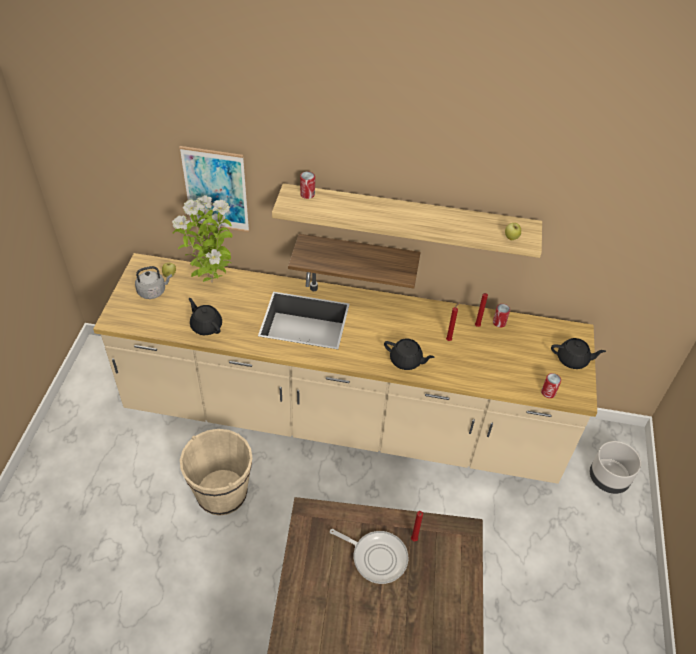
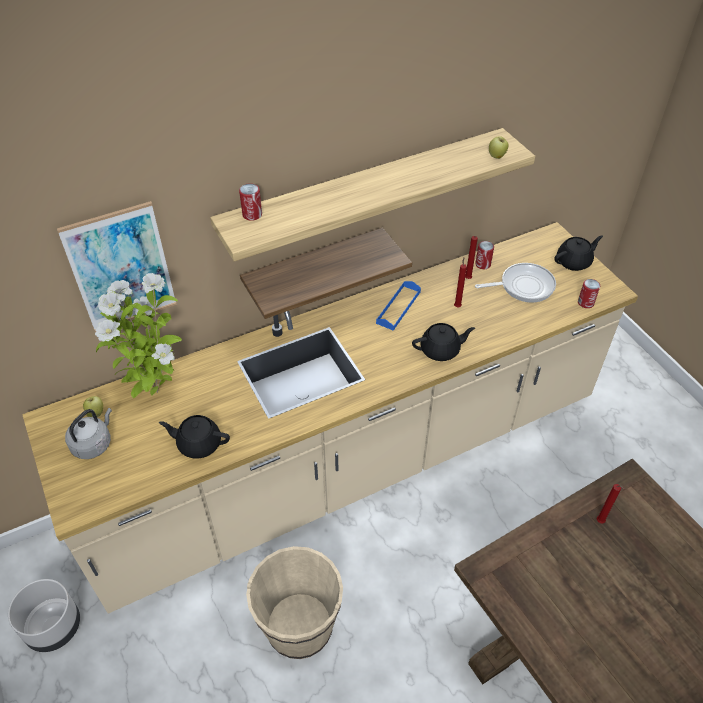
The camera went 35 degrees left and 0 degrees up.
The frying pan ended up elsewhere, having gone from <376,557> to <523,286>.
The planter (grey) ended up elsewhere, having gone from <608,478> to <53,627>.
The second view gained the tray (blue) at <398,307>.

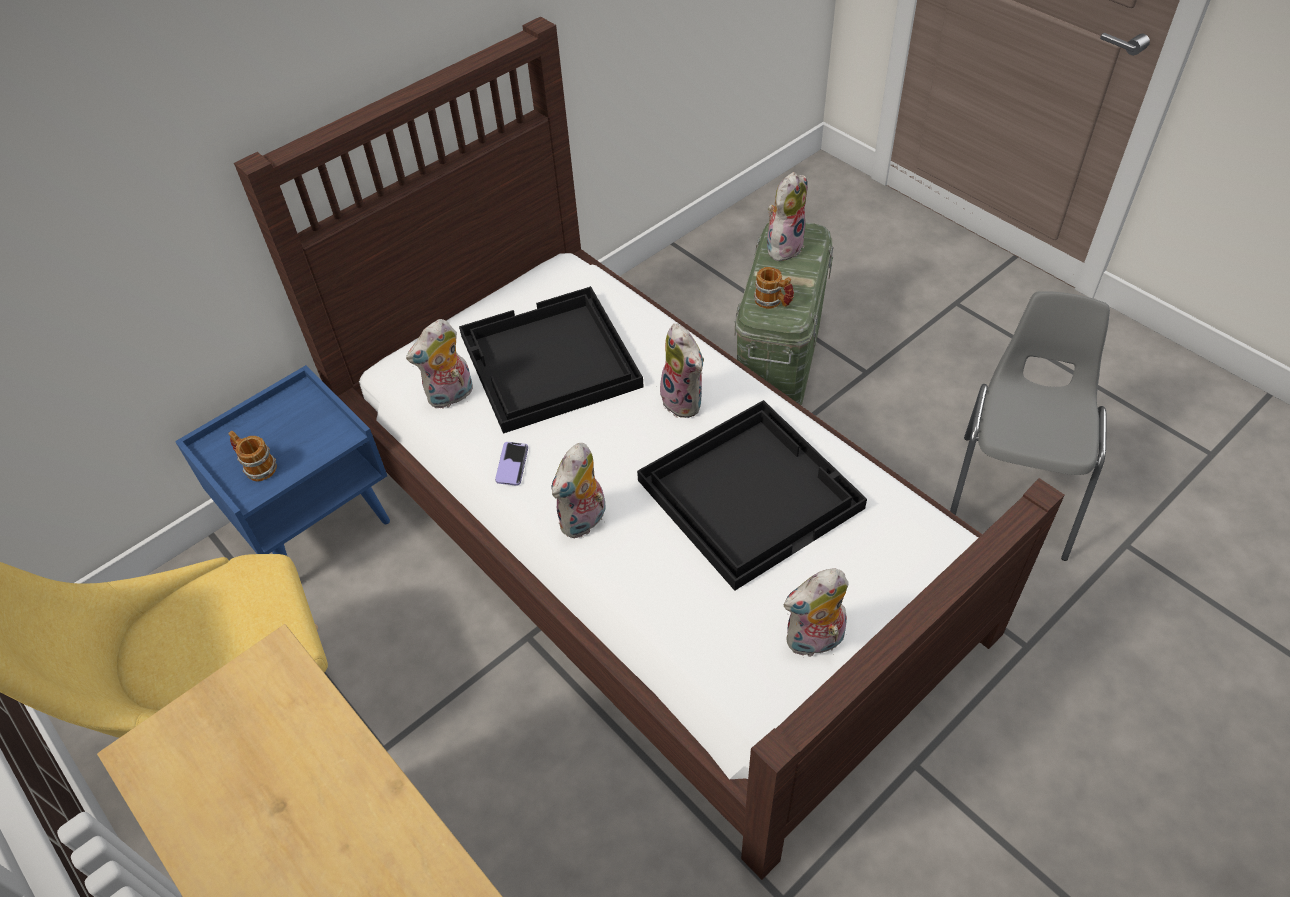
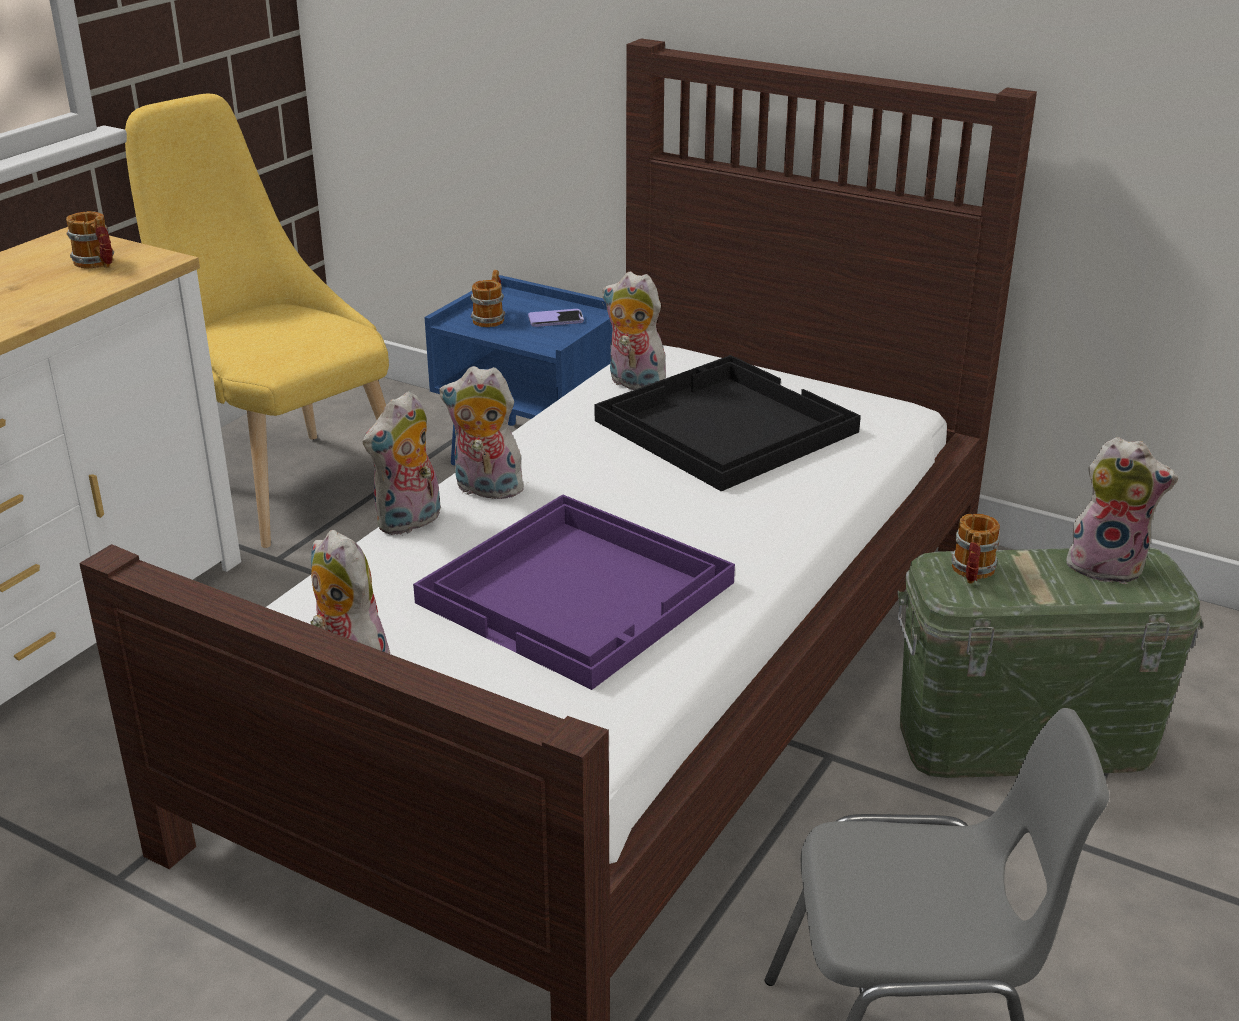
The camera went 70 degrees right and 20 degrees down.
The phone ended up elsewhere, having gone from <512,464> to <556,320>.
What was the tray (black) at <750,492> turned into the tray (purple) at <579,592>.
The plush toy ended up elsewhere, having gone from <685,401> to <410,523>.
The second view gained the mug at <98,264>.

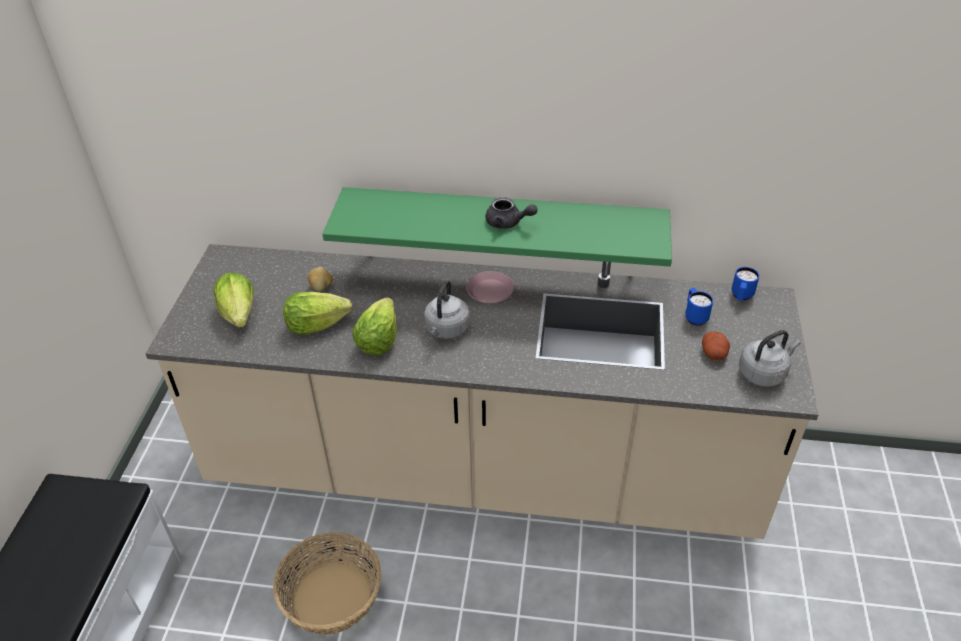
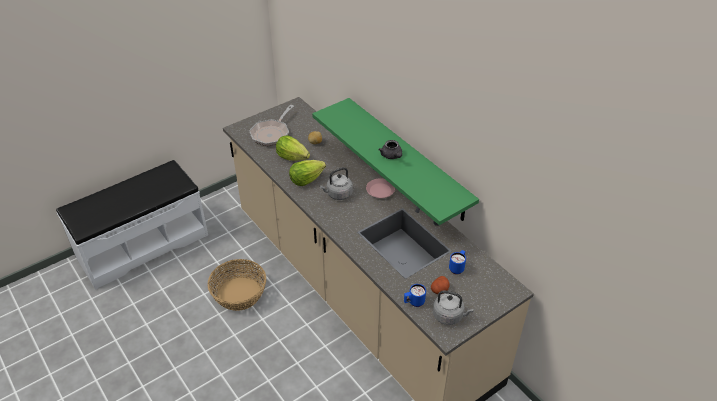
The camera went 45 degrees right and 0 degrees up.
Where the lettuce stood at <239,314>, the frying pan came to stand at <271,133>.
The mug (blue) ended up elsewhere, having gone from <741,297> to <414,302>.

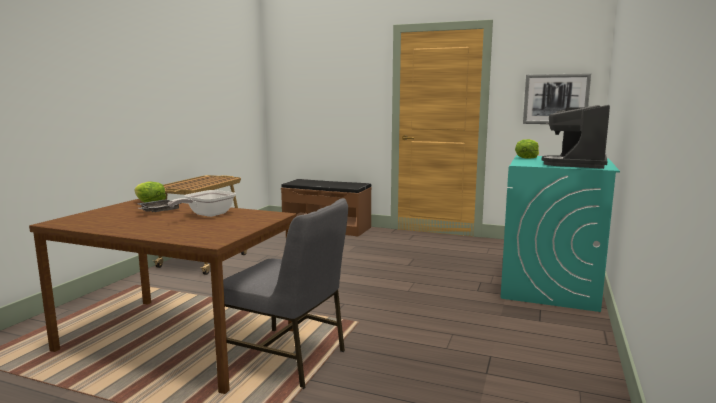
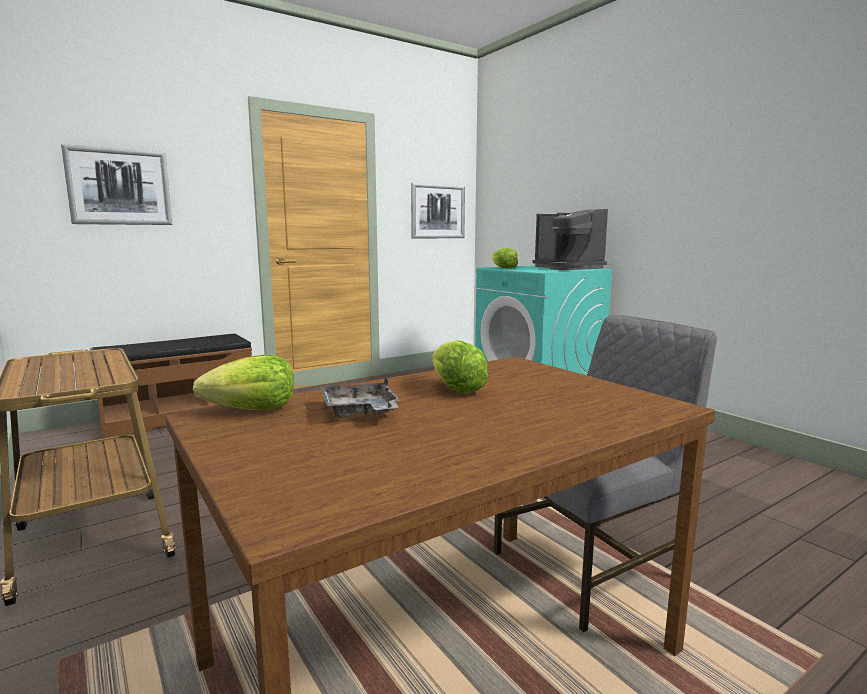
The camera went 55 degrees left and 0 degrees up.
Where the frying pan stood at <206,215>, the lettuce came to stand at <456,389>.
The second view gained the picture at <119,187>.

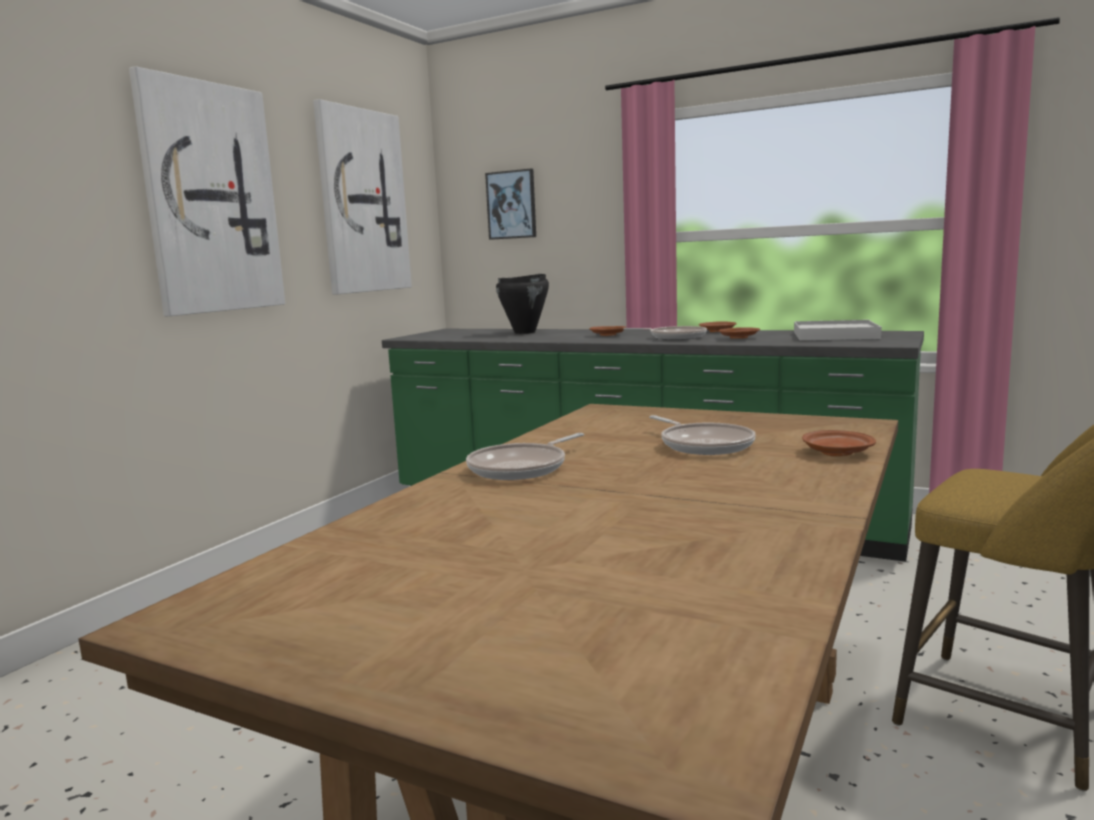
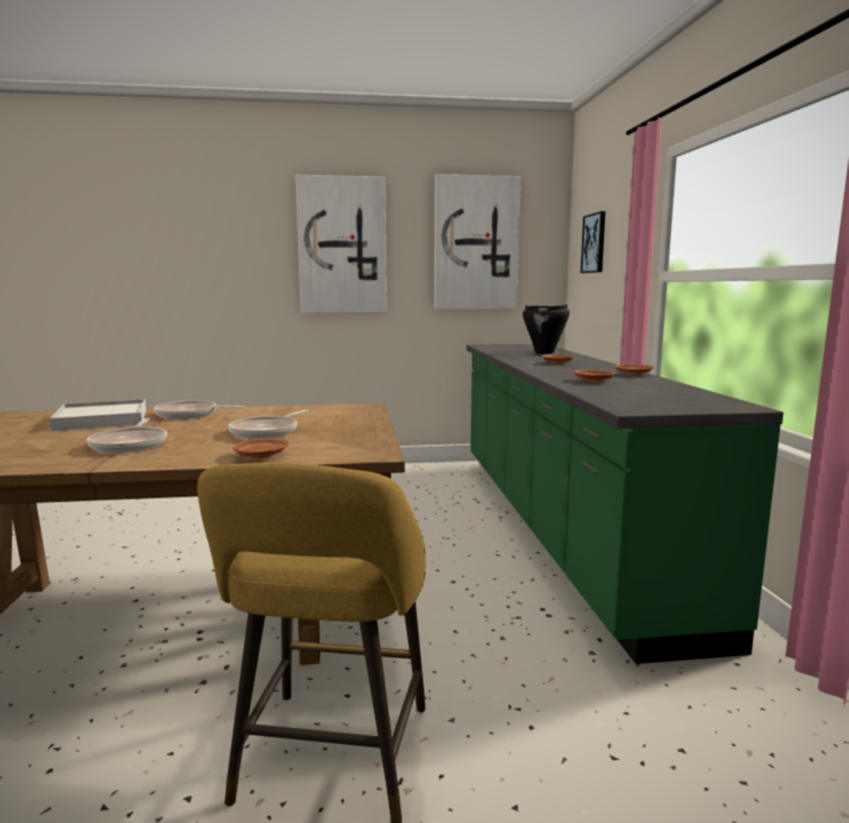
The camera went 55 degrees right and 0 degrees up.
The frying pan ended up elsewhere, having gone from <674,337> to <130,444>.
The tray (white) ended up elsewhere, having gone from <834,335> to <102,419>.

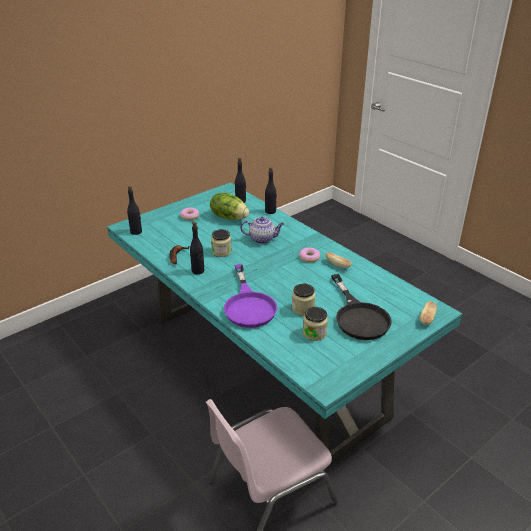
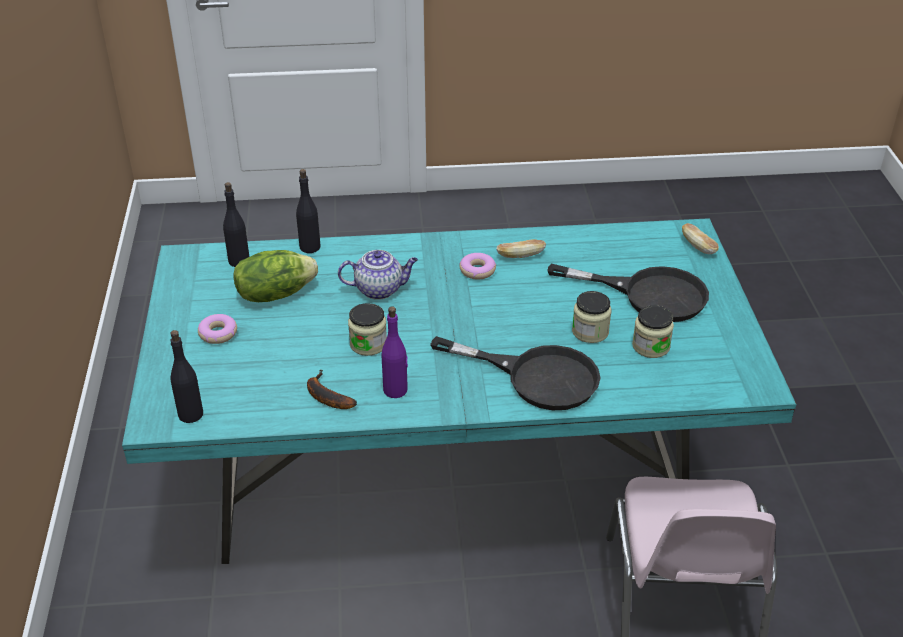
The camera went 55 degrees left and 5 degrees up.
What was the bottle (black) at <198,271> turned into the bottle (purple) at <395,390>.
What was the frying pan (purple) at <249,305> turned into the frying pan (black) at <536,376>.
The teapot at <262,239> ended up facing another way, 45 degrees clockwise from before.

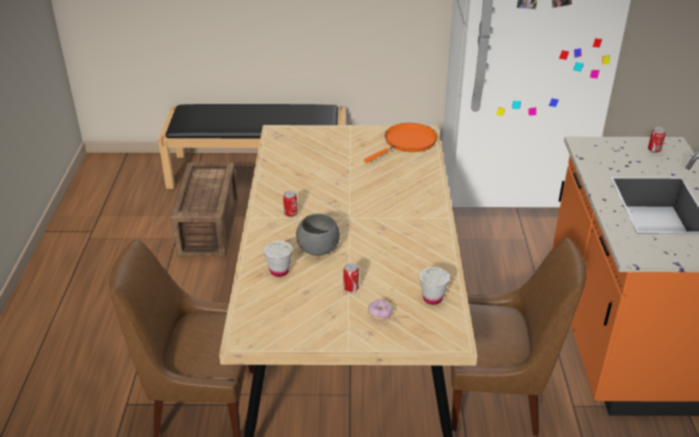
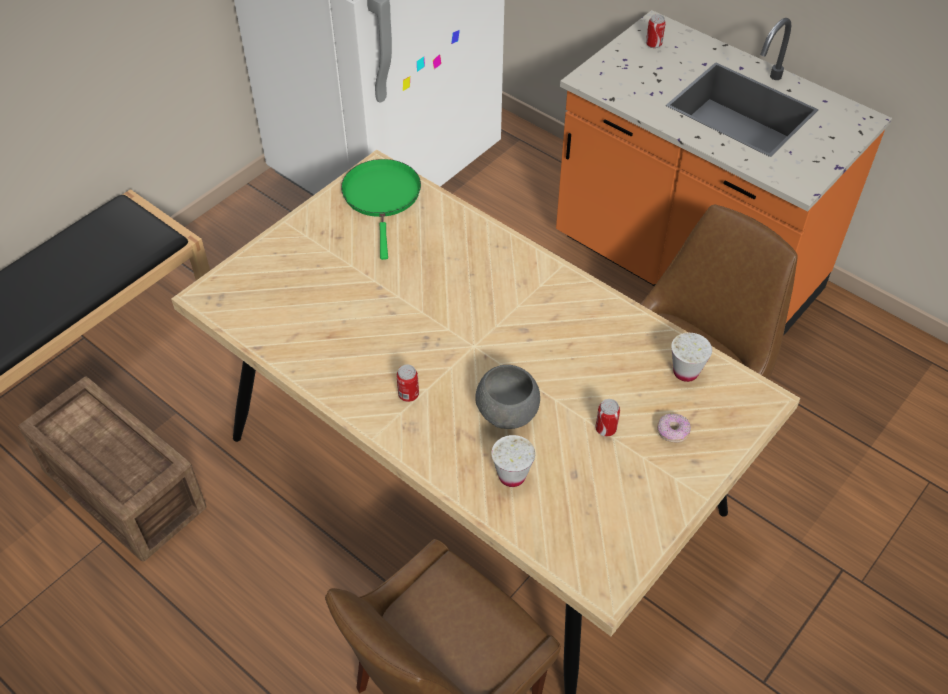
The camera went 50 degrees left and 15 degrees up.
What was the frying pan (orange) at <407,143> turned into the frying pan (green) at <382,197>.

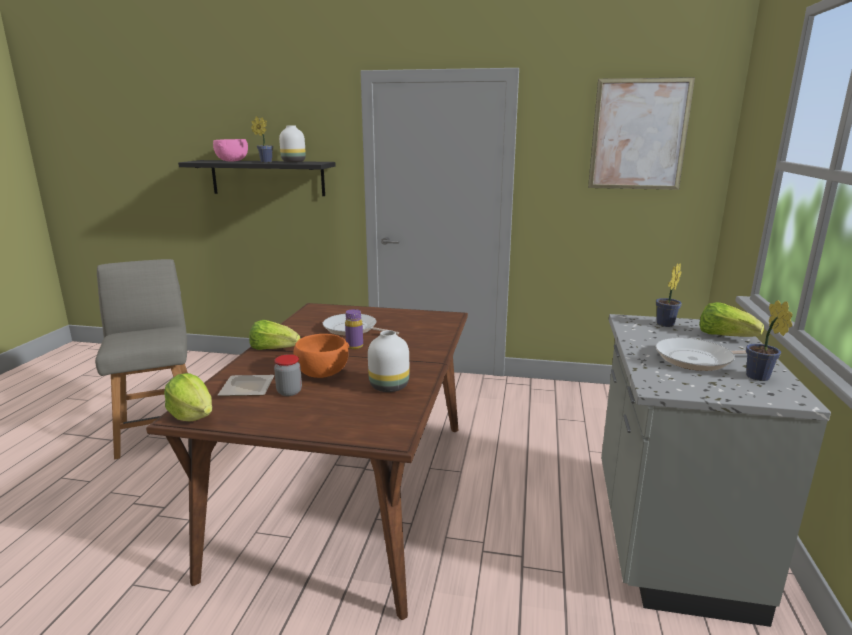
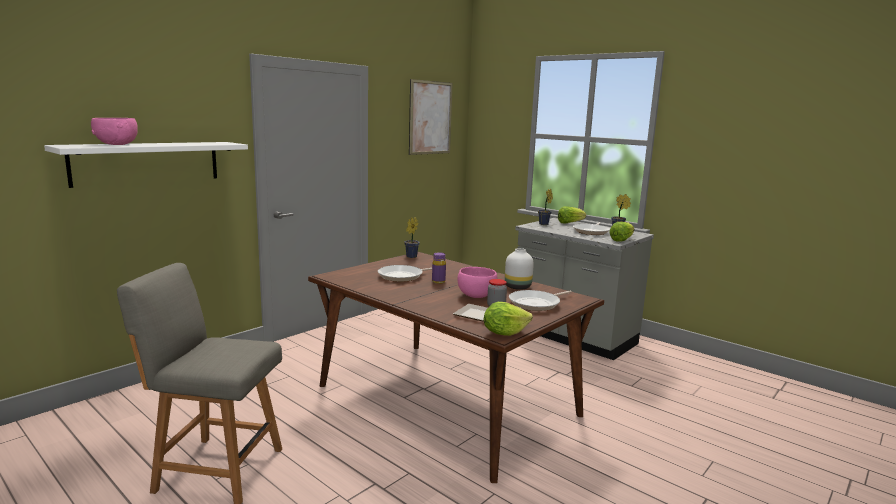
The camera went 60 degrees left and 5 degrees down.
What was the shelf (black) at <267,178> turned into the shelf (white) at <147,163>.
The lettuce ended up elsewhere, having gone from <273,349> to <621,240>.
The potted plant ended up elsewhere, having gone from <264,162> to <410,257>.
The second view lost the vase (white) at <293,162>.
What was the bowl (orange) at <322,373> turned into the bowl (pink) at <476,296>.
The second view gained the frying pan at <536,304>.

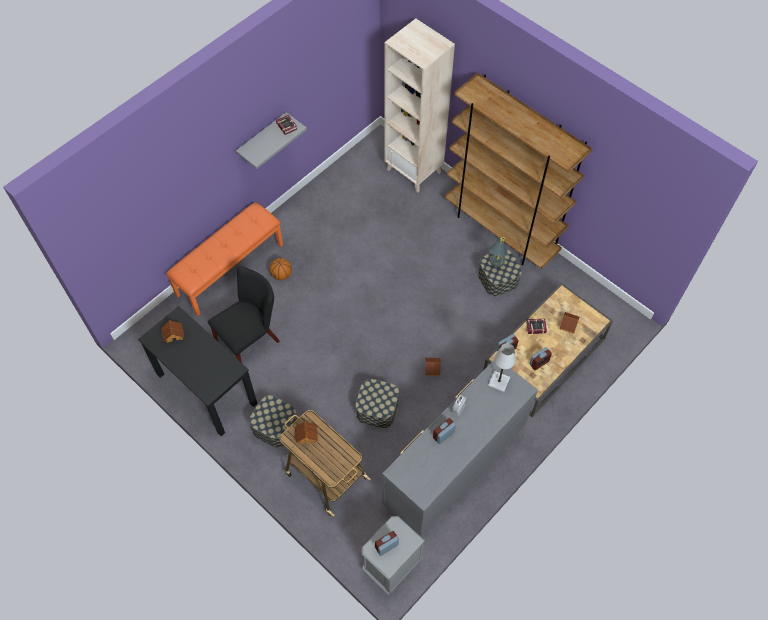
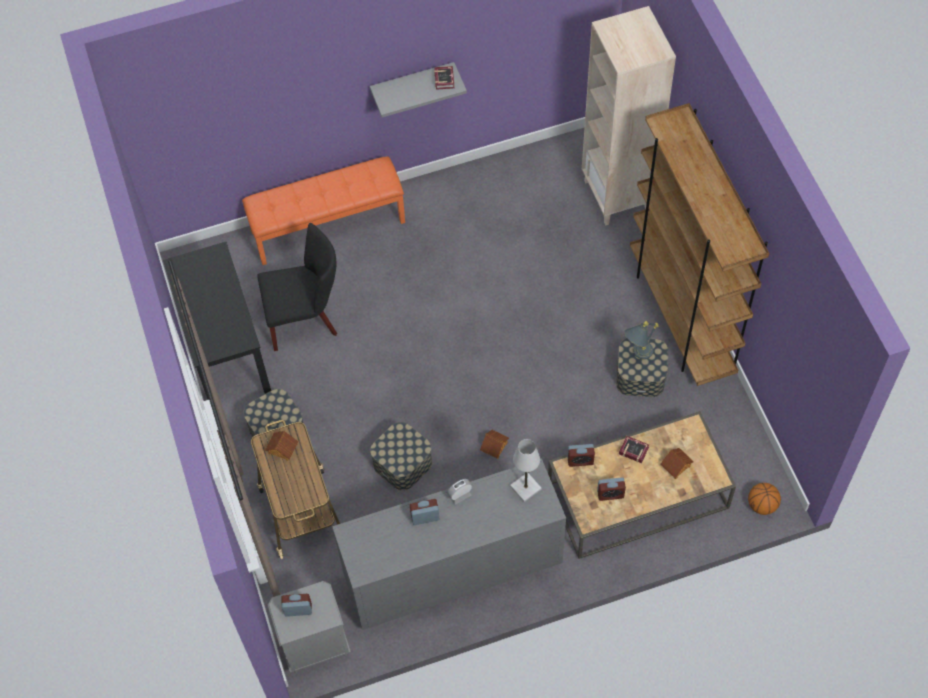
The camera went 30 degrees right and 0 degrees up.
The second view lost the toy house at <173,334>.
The basketball ended up elsewhere, having gone from <281,275> to <762,505>.

